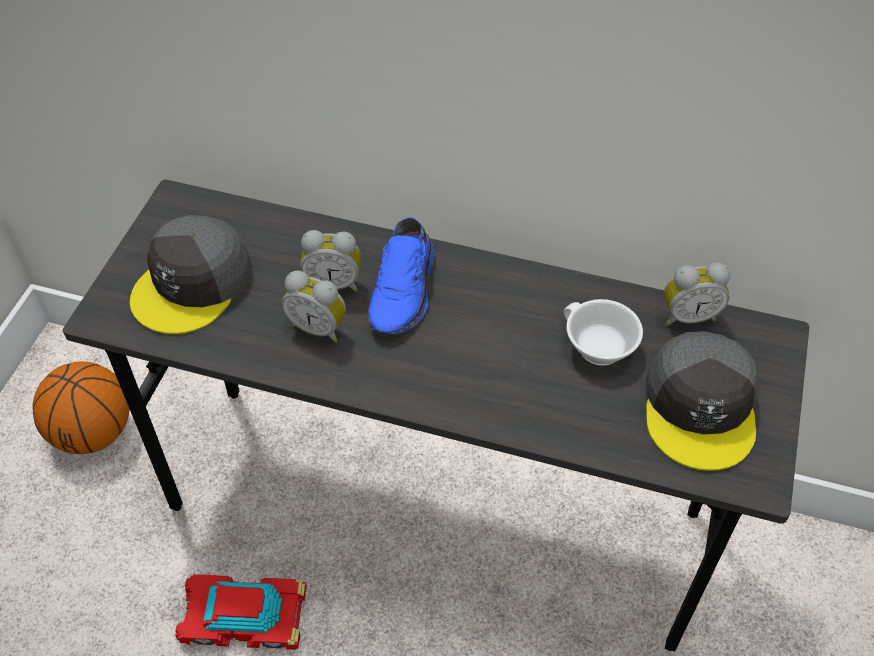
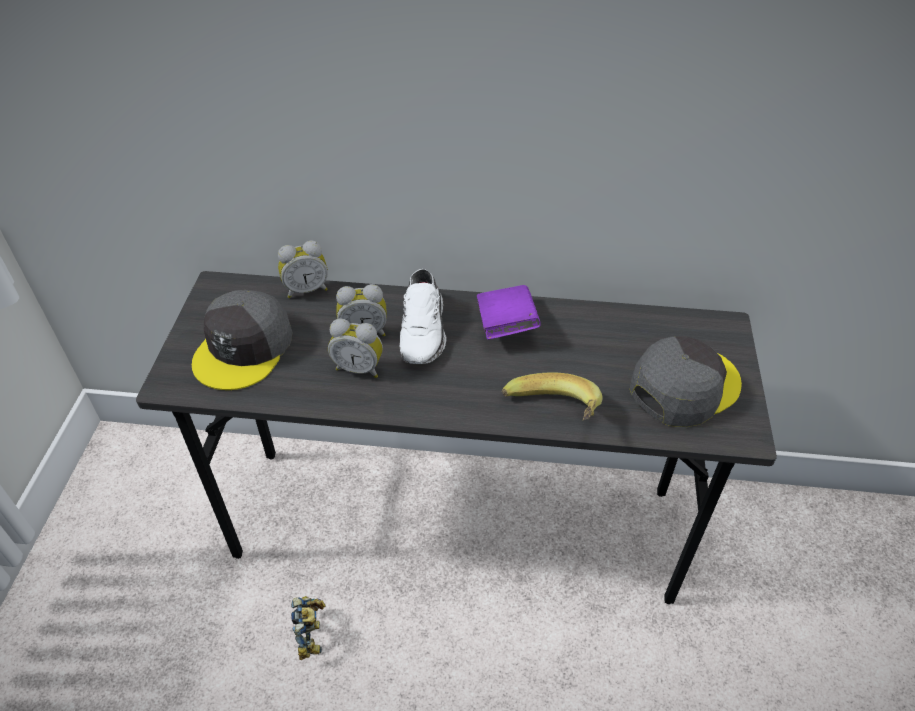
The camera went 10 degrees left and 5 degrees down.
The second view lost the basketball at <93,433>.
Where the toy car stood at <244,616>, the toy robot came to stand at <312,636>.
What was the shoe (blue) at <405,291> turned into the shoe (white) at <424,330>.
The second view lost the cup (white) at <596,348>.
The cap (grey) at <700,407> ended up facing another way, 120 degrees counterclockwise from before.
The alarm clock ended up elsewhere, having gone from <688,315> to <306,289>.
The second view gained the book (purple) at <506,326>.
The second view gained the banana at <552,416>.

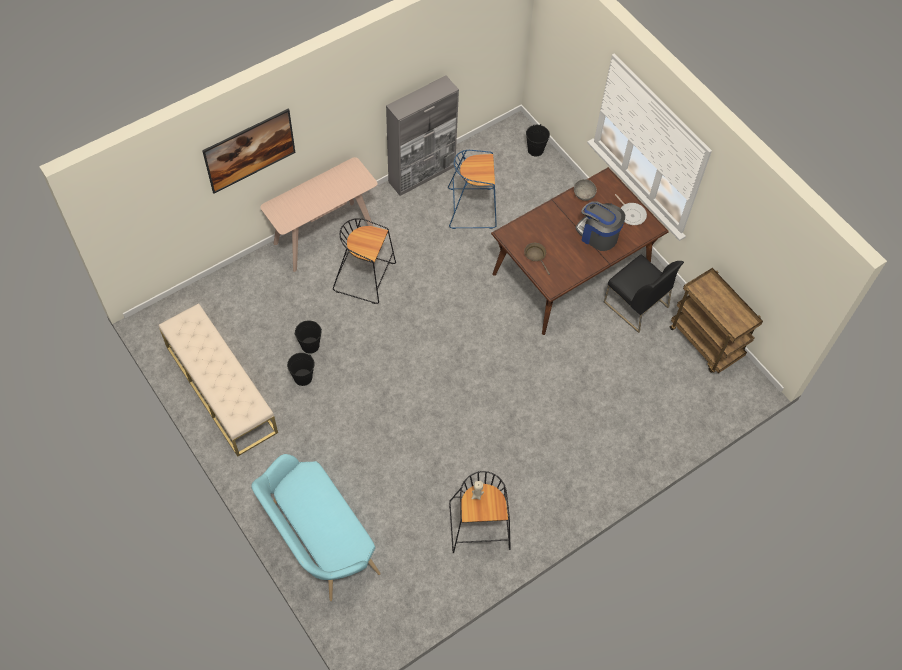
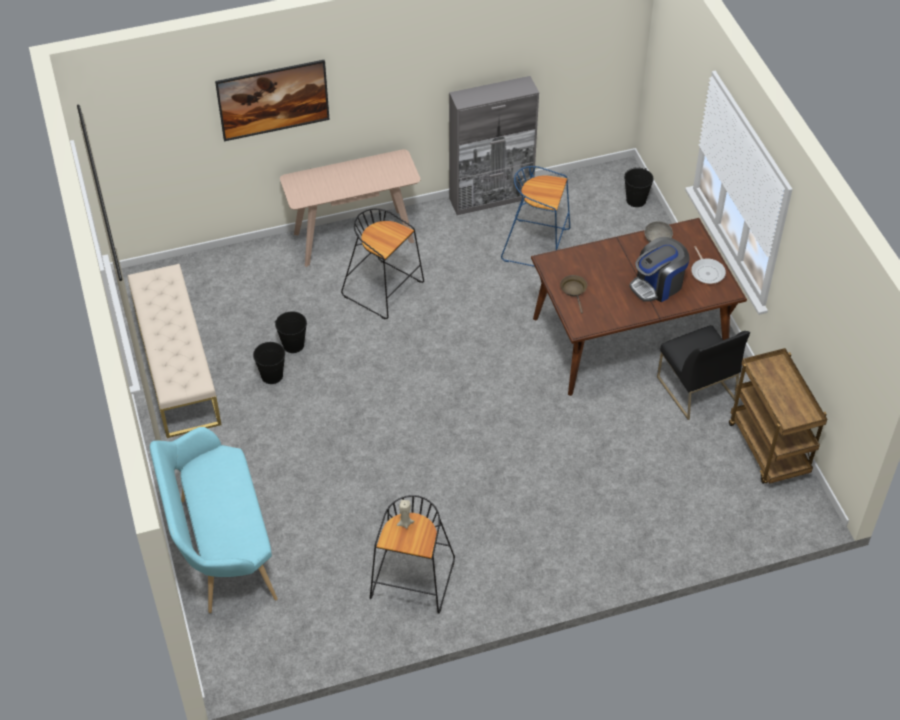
The camera went 20 degrees right and 10 degrees down.
The coffee machine at <598,235> ended up facing another way, 90 degrees counterclockwise from before.

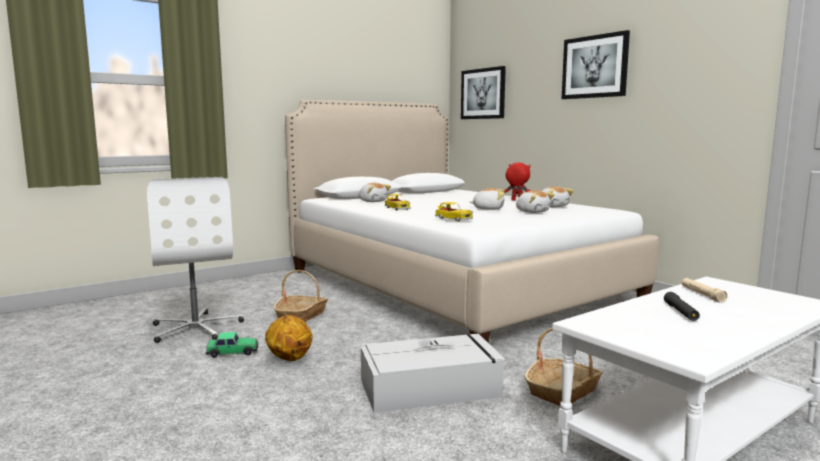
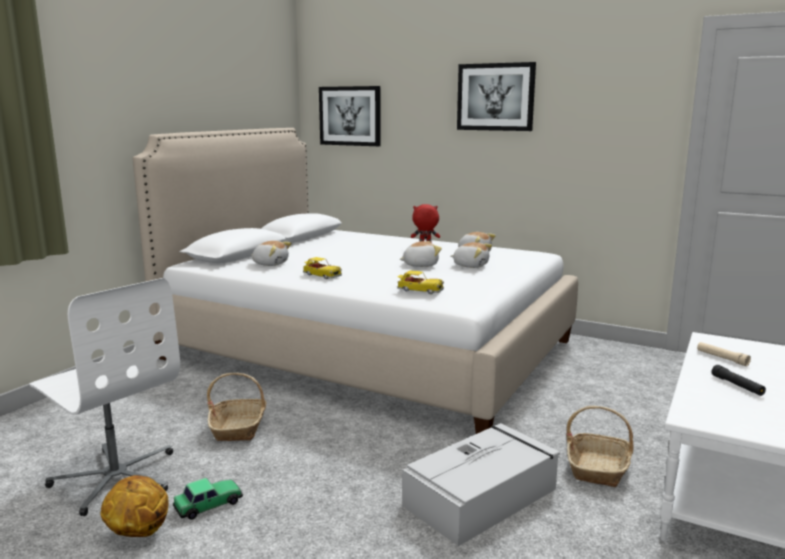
The camera went 25 degrees left and 5 degrees up.
The basketball ended up elsewhere, having gone from <289,358> to <137,533>.

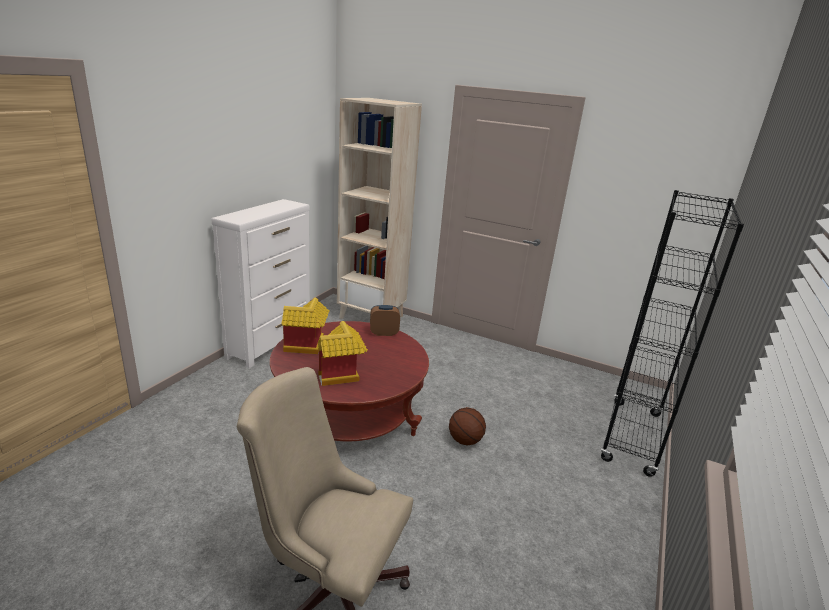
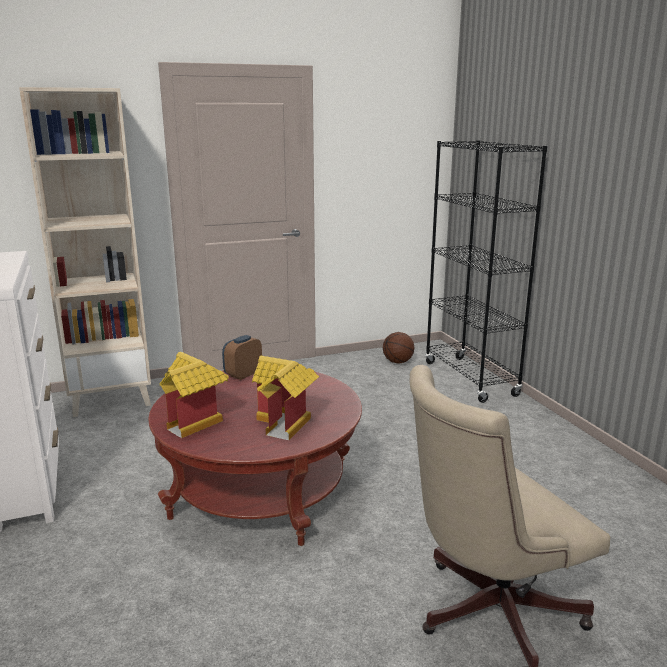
The camera went 45 degrees left and 5 degrees down.
The basketball ended up elsewhere, having gone from <465,440> to <398,362>.

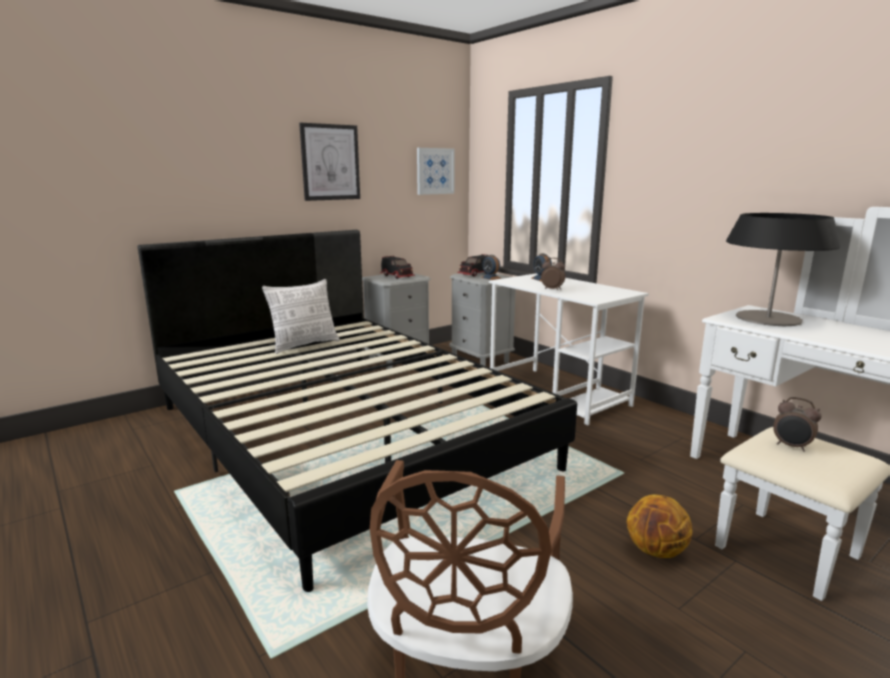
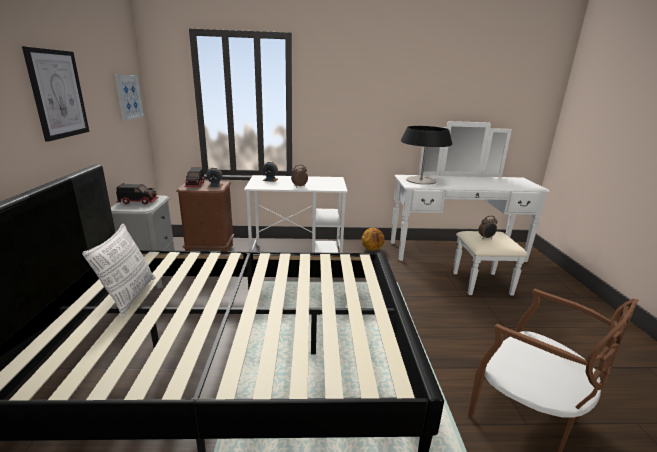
The camera went 55 degrees left and 5 degrees up.
What was the nightstand (grey) at <480,359> turned into the nightstand (brown) at <210,250>.
The basketball ended up elsewhere, having gone from <656,551> to <372,249>.

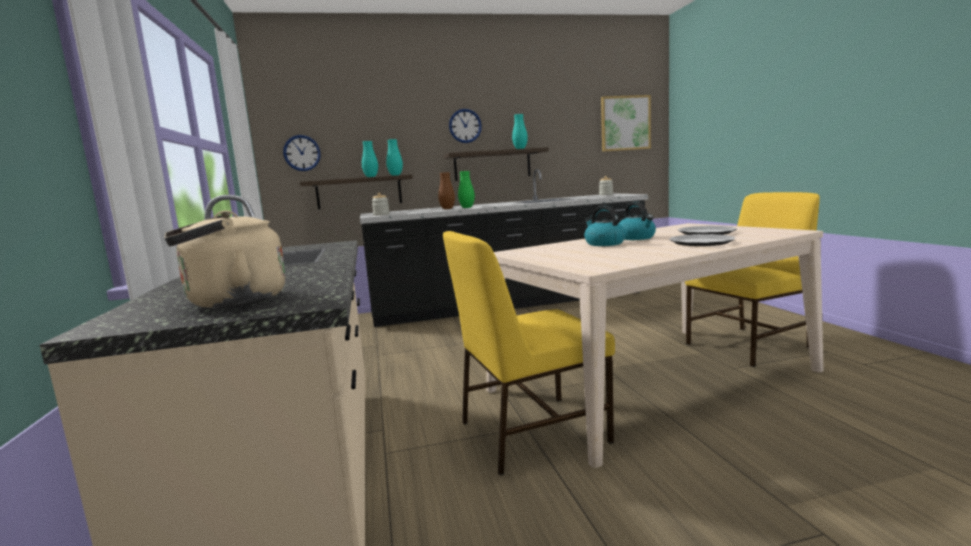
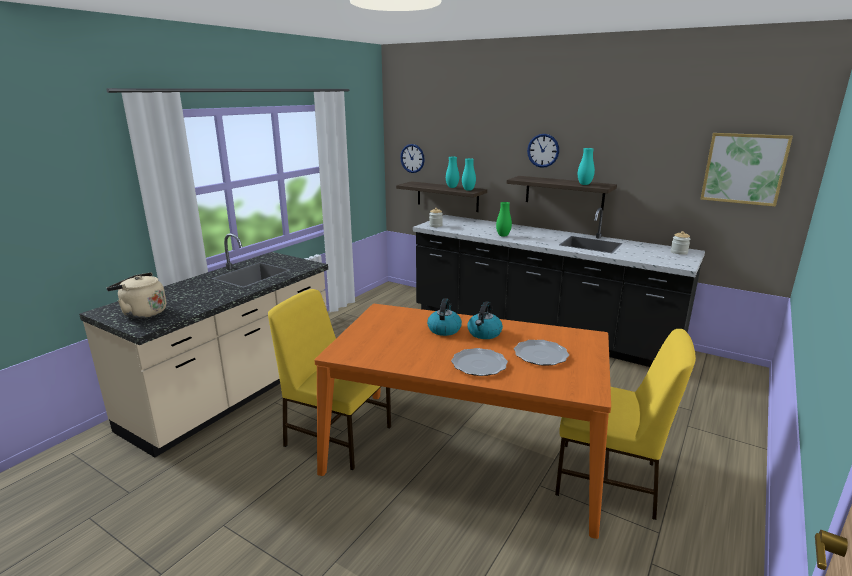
The camera went 45 degrees right and 10 degrees up.
The second view lost the vase (brown) at <447,209>.
What was the dining table (beige) at <653,380> turned into the dining table (orange) at <465,453>.

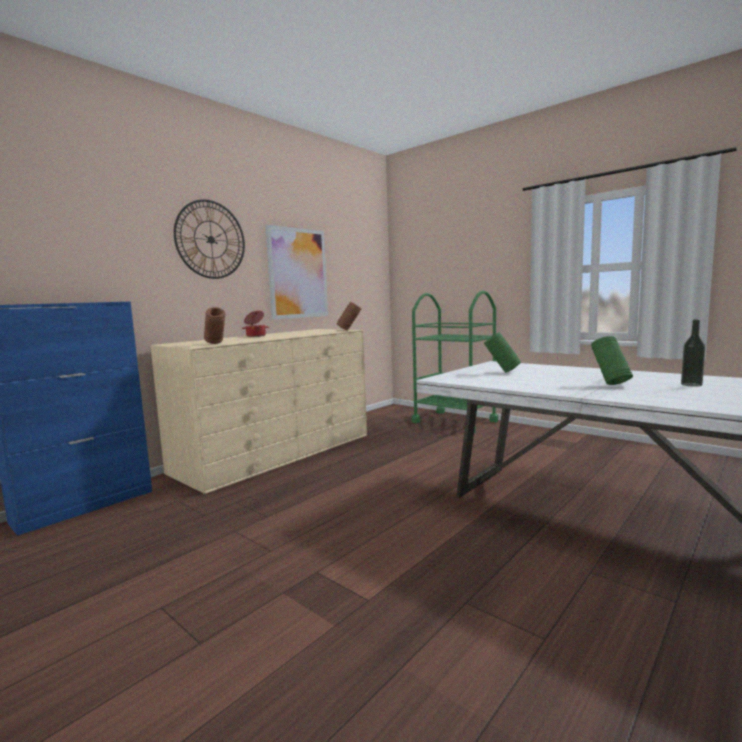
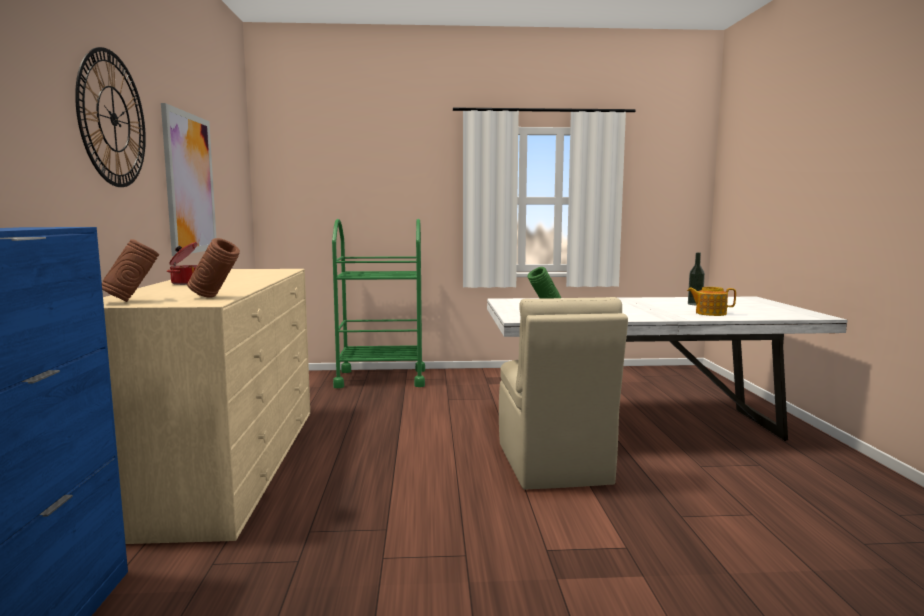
The camera went 45 degrees left and 0 degrees up.
The vase (brown) ended up elsewhere, having gone from <349,330> to <132,301>.
The second view lost the vase (green) at <610,384>.
The second view gained the chair (beige) at <553,465>.
The second view gained the teapot at <710,313>.

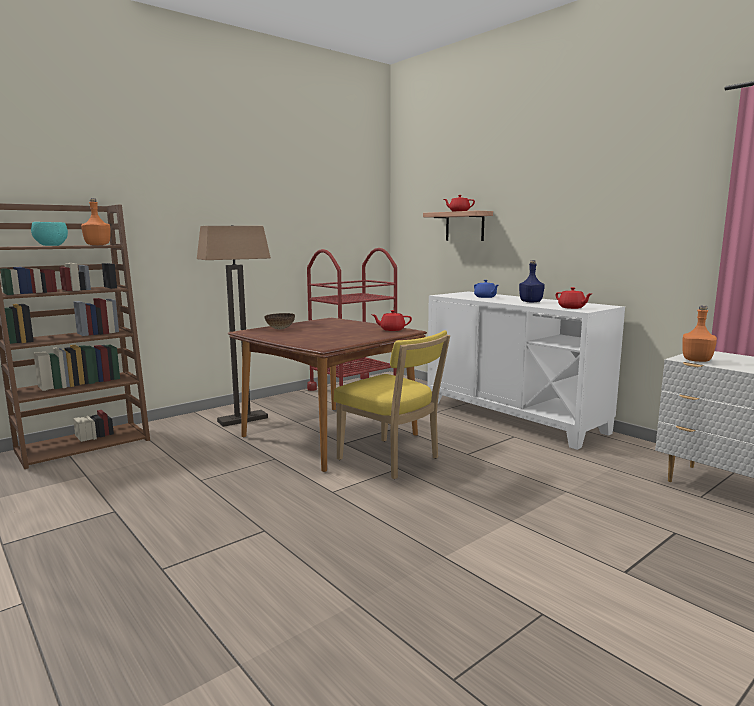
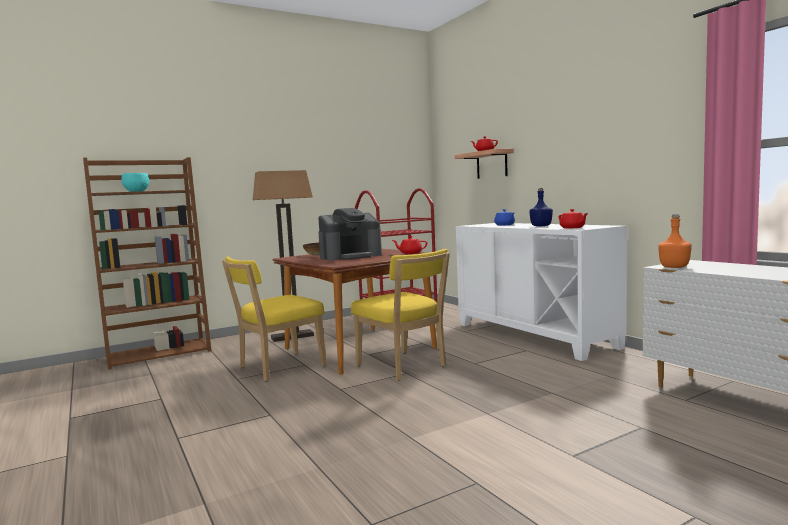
The camera went 10 degrees right and 5 degrees down.
The second view lost the bottle (orange) at <97,245>.
The second view gained the chair (yellow) at <278,368>.
The second view gained the coffee machine at <351,256>.

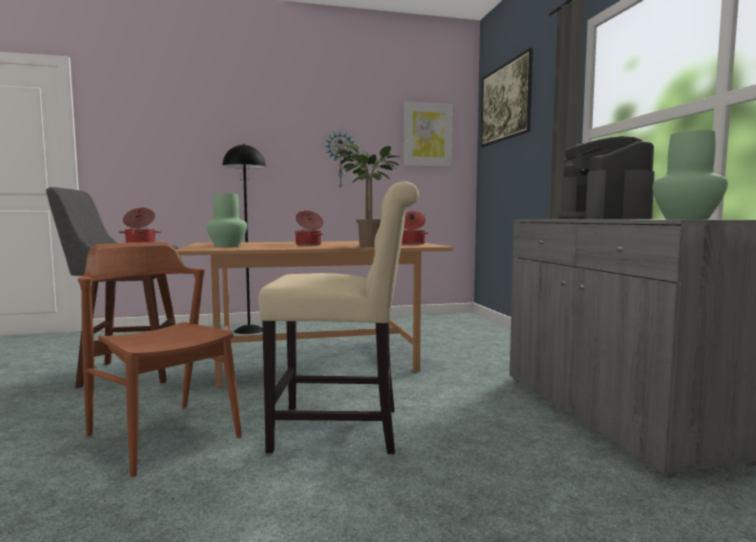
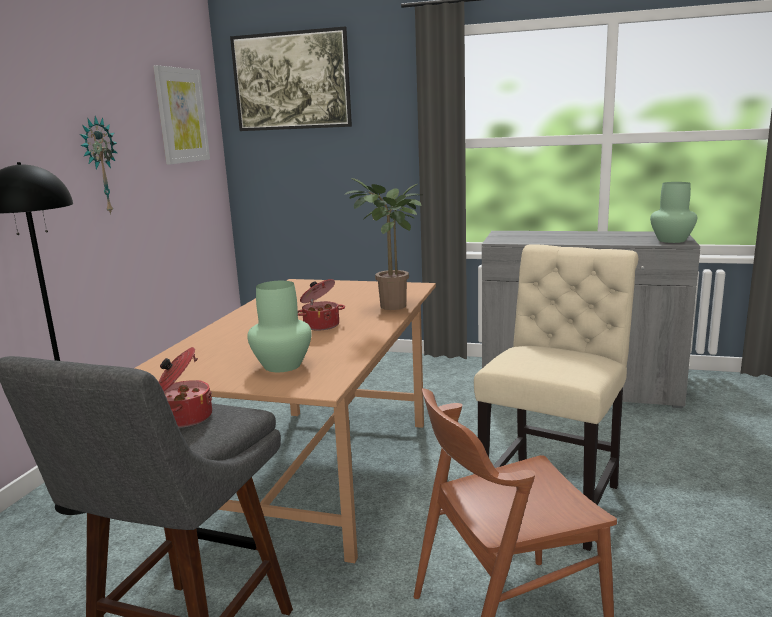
The camera went 60 degrees left and 10 degrees up.
The second view lost the cooking pot at <412,244>.
The second view lost the coffee machine at <602,218>.

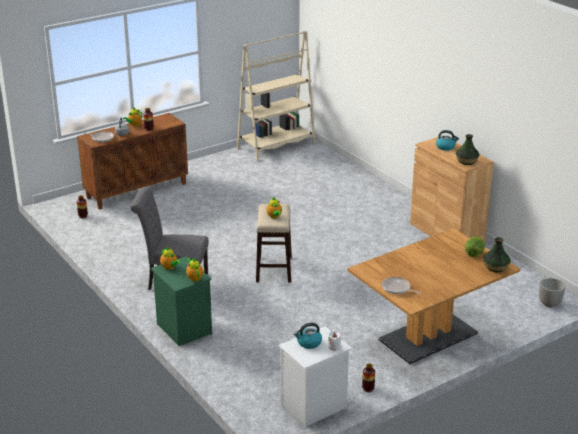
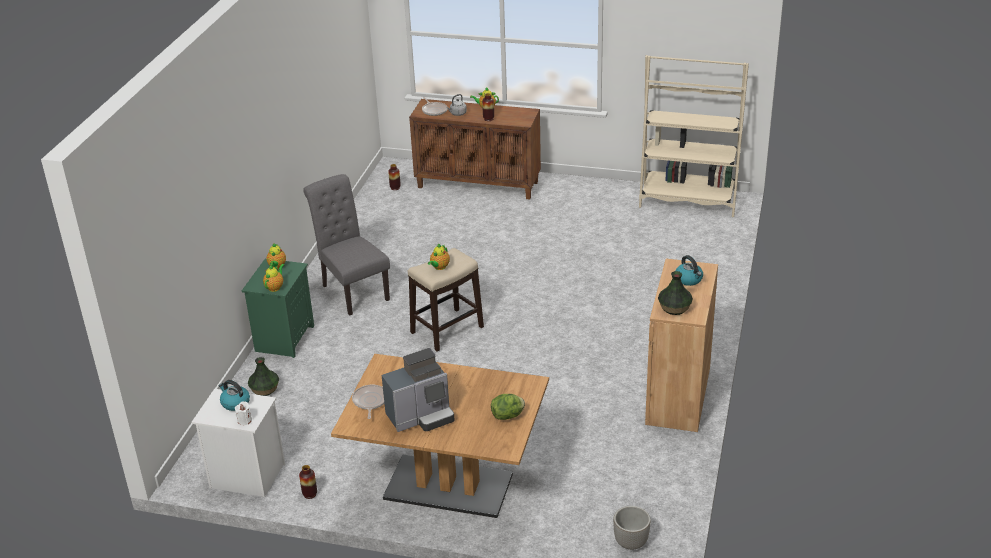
The camera went 50 degrees right and 5 degrees up.
The vase ended up elsewhere, having gone from <496,267> to <265,389>.
The second view gained the coffee machine at <421,416>.

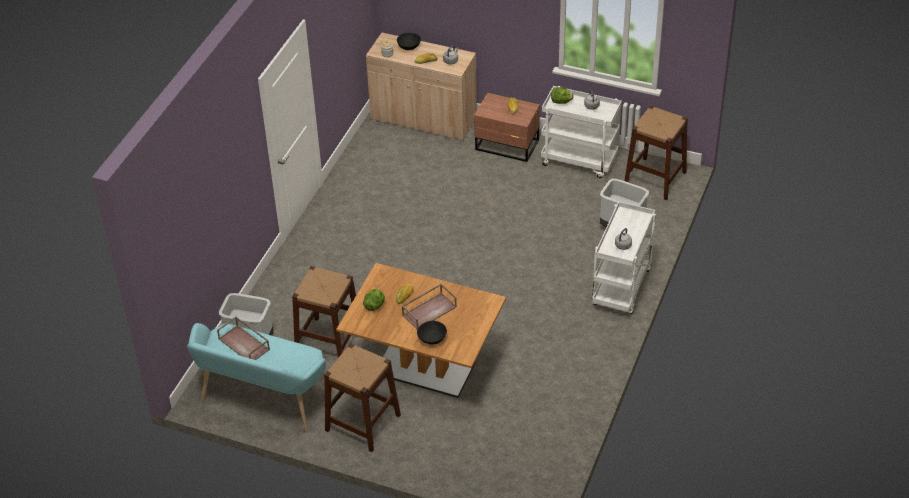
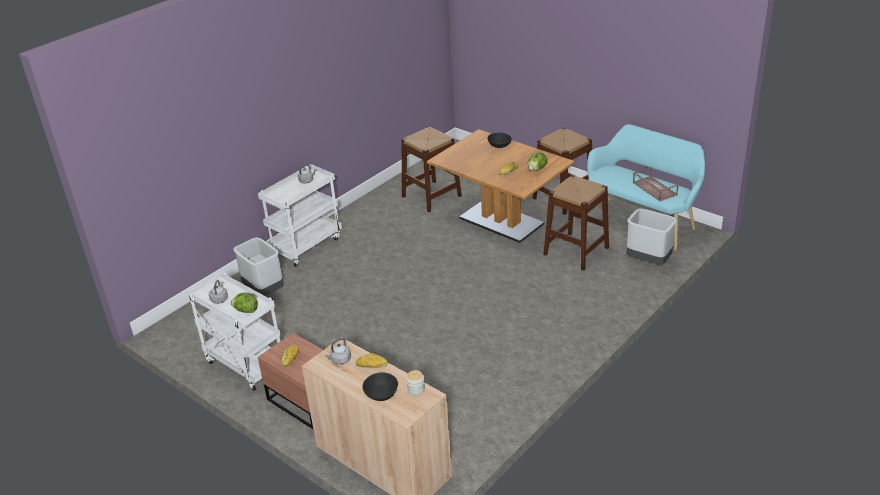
The camera went 160 degrees left and 10 degrees down.
The second view lost the tray (brown) at <429,310>.
The stool (brown) ended up elsewhere, having gone from <655,178> to <431,196>.

